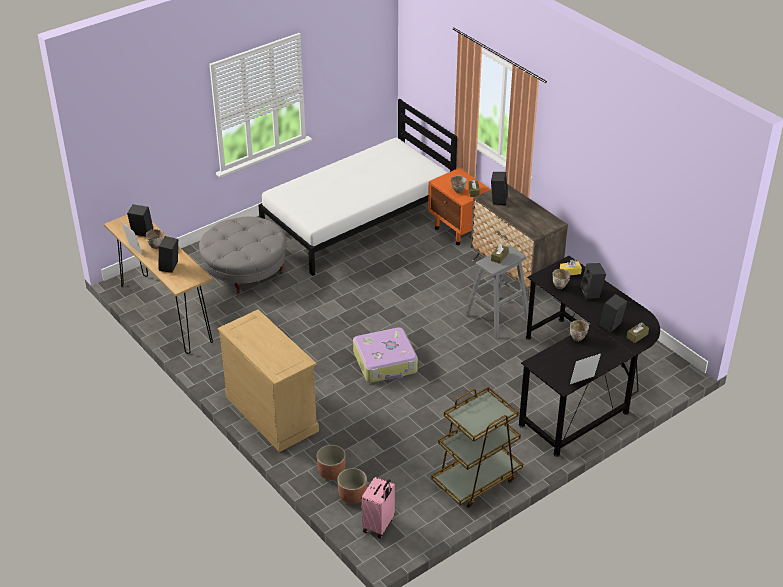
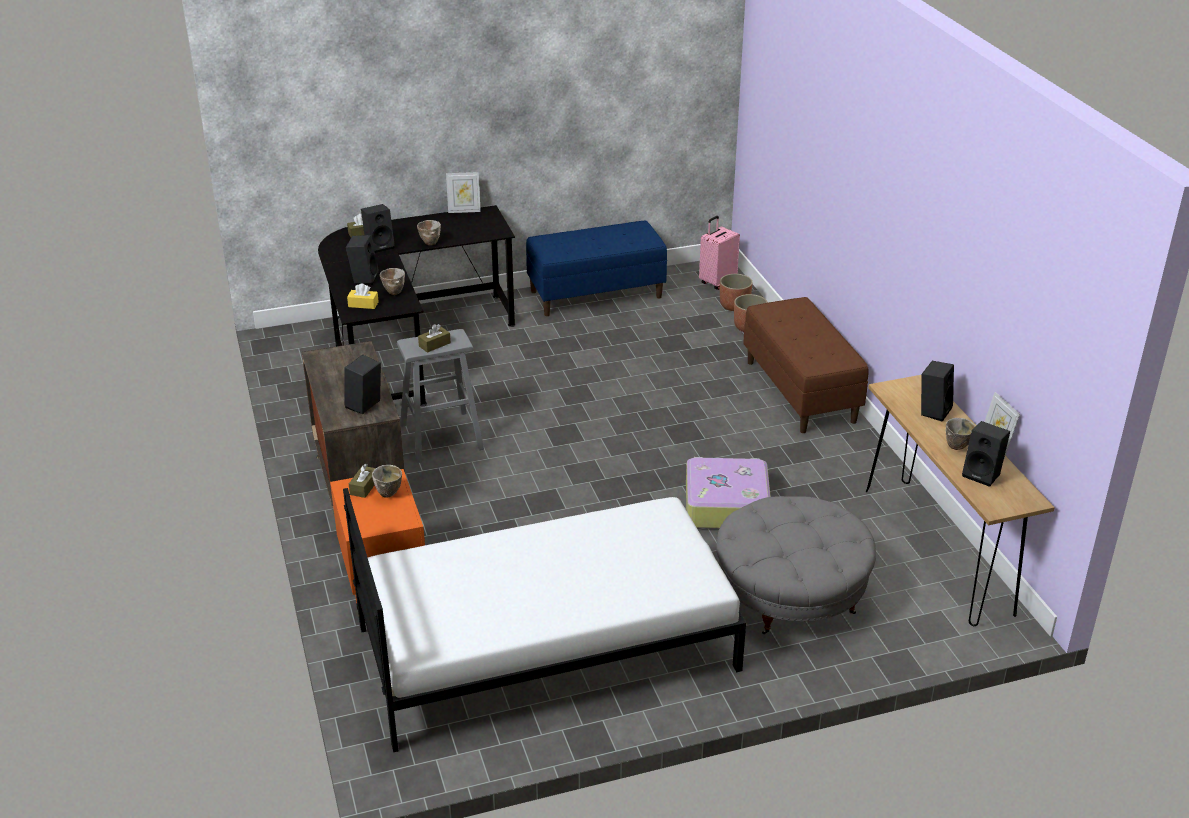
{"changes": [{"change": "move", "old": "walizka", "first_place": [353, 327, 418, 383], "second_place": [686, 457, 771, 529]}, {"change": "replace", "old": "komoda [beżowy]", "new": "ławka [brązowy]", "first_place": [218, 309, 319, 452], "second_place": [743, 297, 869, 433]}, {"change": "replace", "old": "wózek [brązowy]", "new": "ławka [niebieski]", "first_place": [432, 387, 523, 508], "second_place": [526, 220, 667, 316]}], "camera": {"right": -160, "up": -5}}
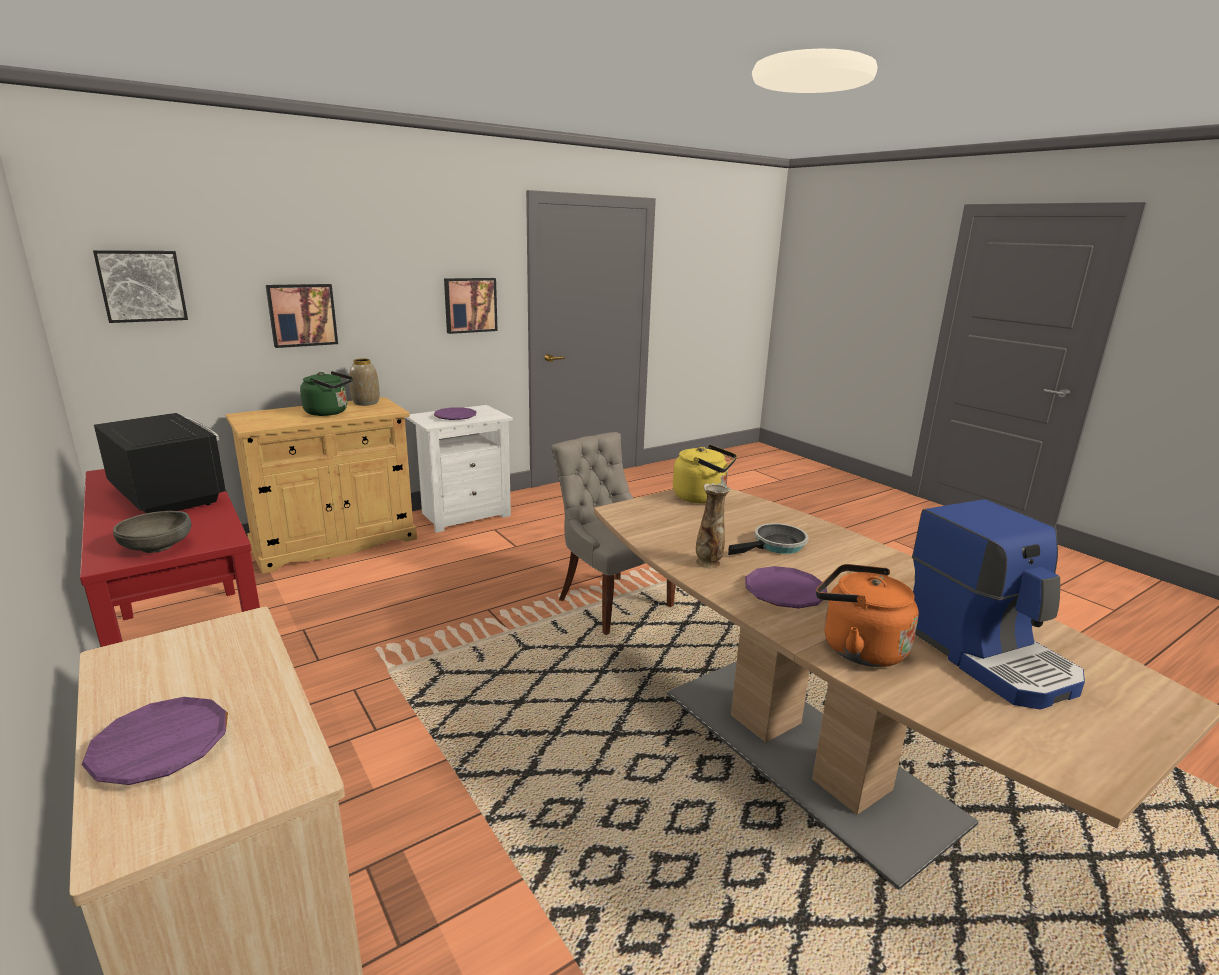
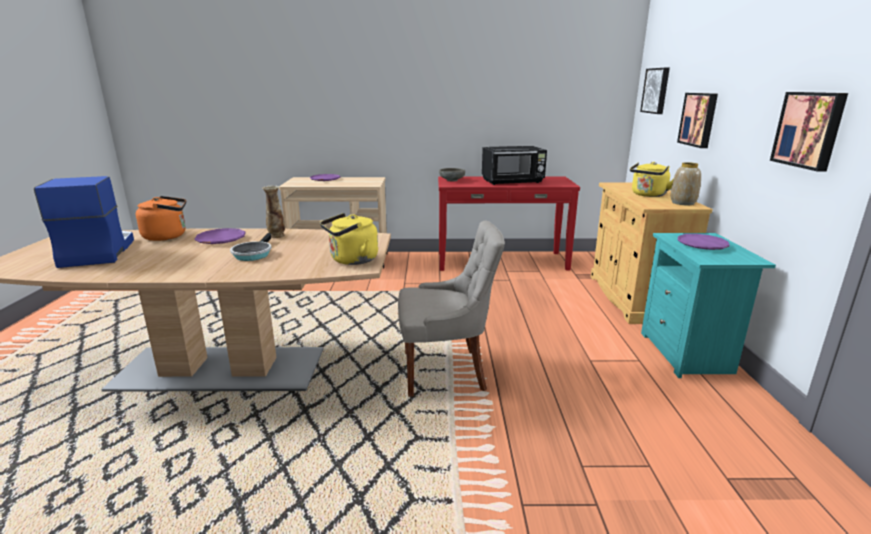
{"changes": [{"change": "recolor", "old": "czajnik [zielony]", "new": "czajnik [żółty]", "first_place": [300, 371, 353, 416], "second_place": [630, 162, 674, 197]}, {"change": "recolor", "old": "szafka nocna [biały]", "new": "szafka nocna [turkusowy]", "first_place": [405, 405, 513, 533], "second_place": [641, 233, 776, 378]}, {"change": "rotate", "old": "ekspres do kawy", "first_place": [912, 499, 1085, 710], "second_place": [34, 176, 134, 268], "degrees": 60}], "camera": {"right": 125, "up": 0}}
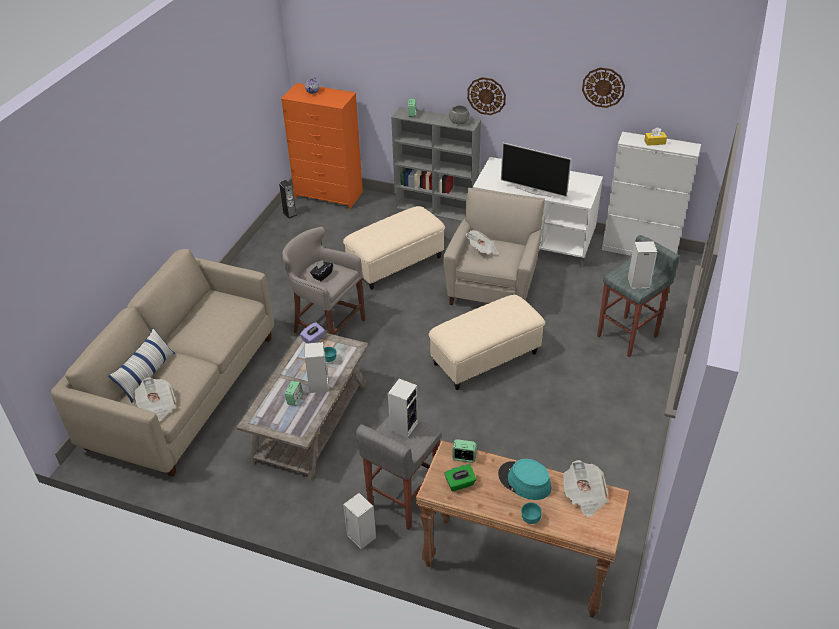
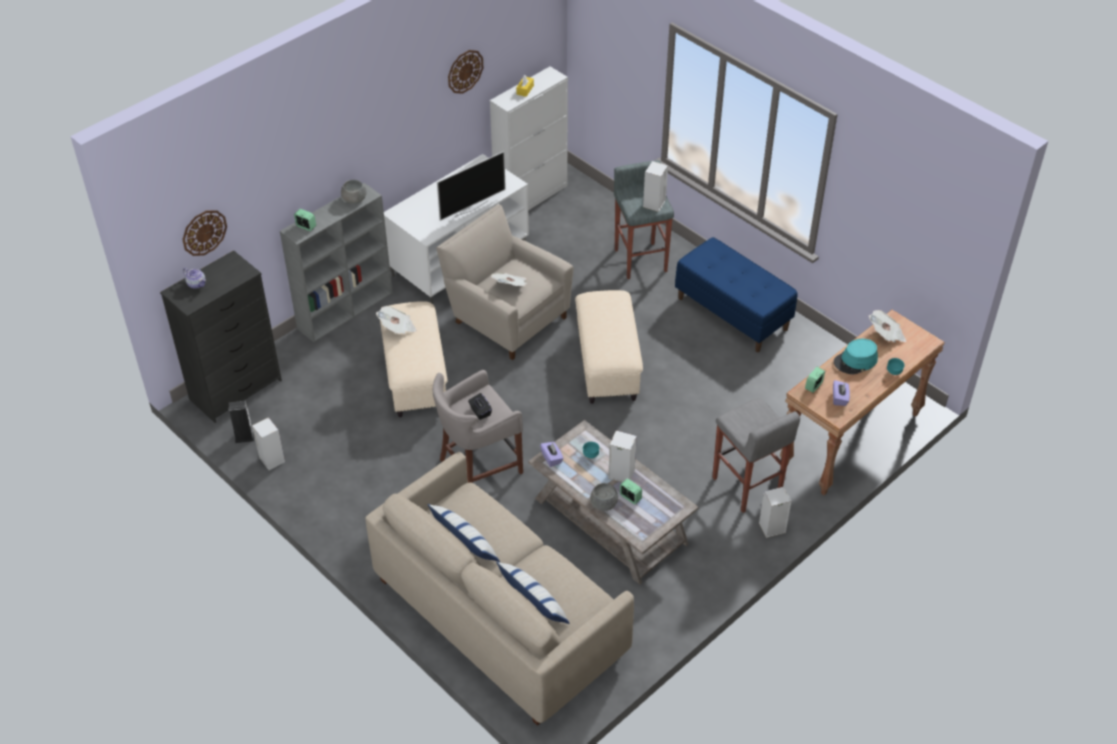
{"changes": [{"change": "insert", "new": "poduszka", "second_place": [428, 504, 500, 562]}, {"change": "insert", "new": "miska [szary]", "second_place": [590, 483, 618, 511]}, {"change": "insert", "new": "ławka [niebieski]", "second_place": [675, 237, 797, 352]}, {"change": "move", "old": "gazeta", "first_place": [135, 377, 176, 421], "second_place": [376, 306, 417, 334]}, {"change": "move", "old": "głośnik", "first_place": [388, 379, 419, 438], "second_place": [252, 417, 285, 470]}, {"change": "move", "old": "zegar ścienny", "first_place": [467, 77, 506, 115], "second_place": [182, 210, 227, 256]}, {"change": "recolor", "old": "komoda [pomarańczowy]", "new": "komoda [czarny]", "first_place": [281, 83, 363, 209], "second_place": [160, 250, 282, 423]}, {"change": "recolor", "old": "pudełko chusteczek [zielony]", "new": "pudełko chusteczek [fioletowy]", "first_place": [444, 464, 476, 491], "second_place": [833, 380, 850, 406]}], "camera": {"right": -65, "up": 5}}
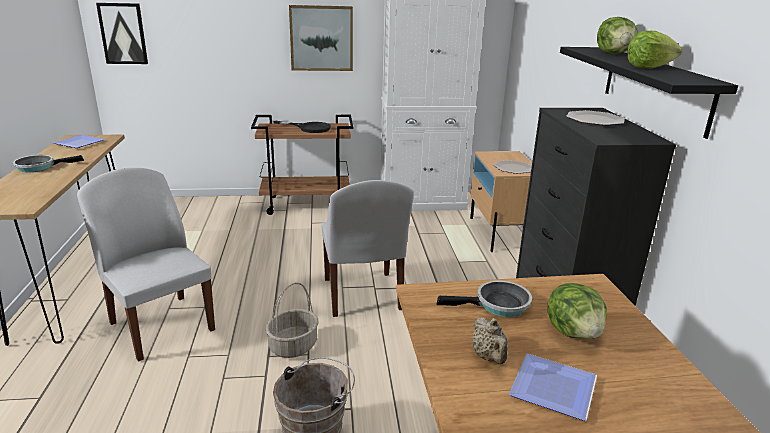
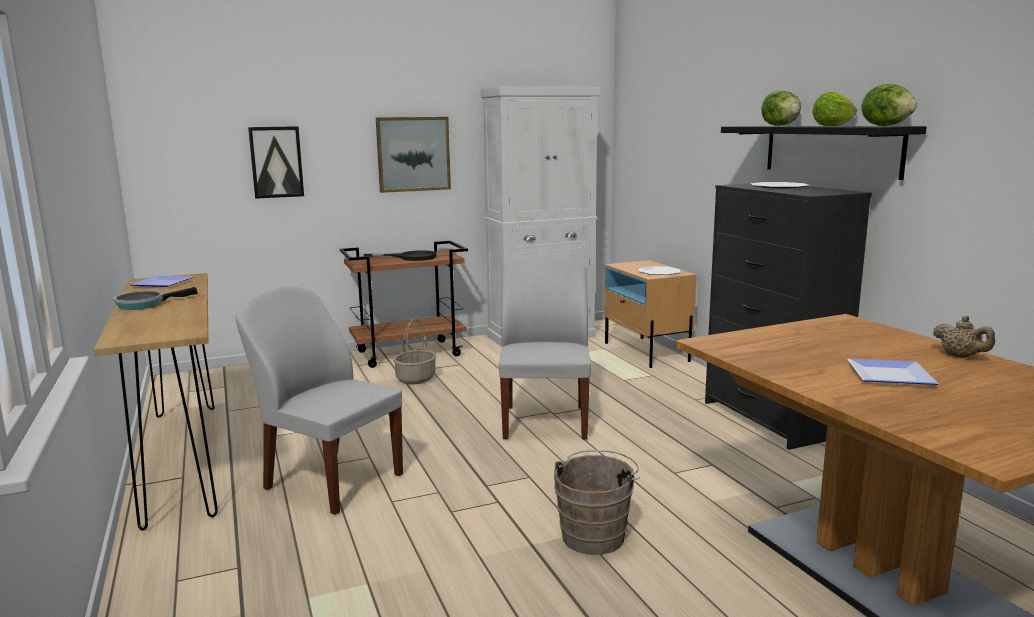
{"changes": [{"change": "delete", "old": "patelnia", "first_place": [436, 280, 532, 317]}, {"change": "move", "old": "obraz", "first_place": [96, 3, 148, 64], "second_place": [248, 126, 304, 199]}, {"change": "move", "old": "koszyk", "first_place": [266, 282, 318, 358], "second_place": [393, 319, 436, 385]}, {"change": "move", "old": "imbryk [beżowy]", "first_place": [472, 317, 508, 364], "second_place": [933, 316, 995, 357]}, {"change": "move", "old": "sałata", "first_place": [548, 283, 607, 339], "second_place": [862, 84, 917, 126]}, {"change": "rotate", "old": "krzesło [biały]", "first_place": [321, 180, 414, 317], "second_place": [499, 253, 591, 440], "degrees": -150}], "camera": {"right": -15, "up": -10}}
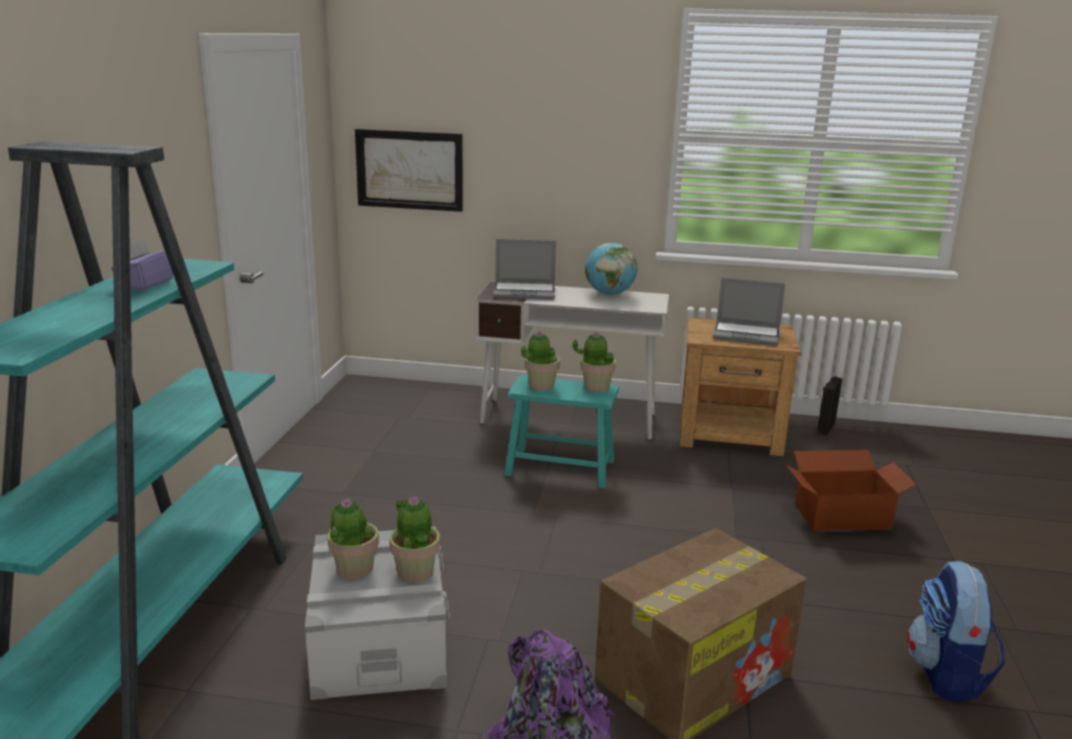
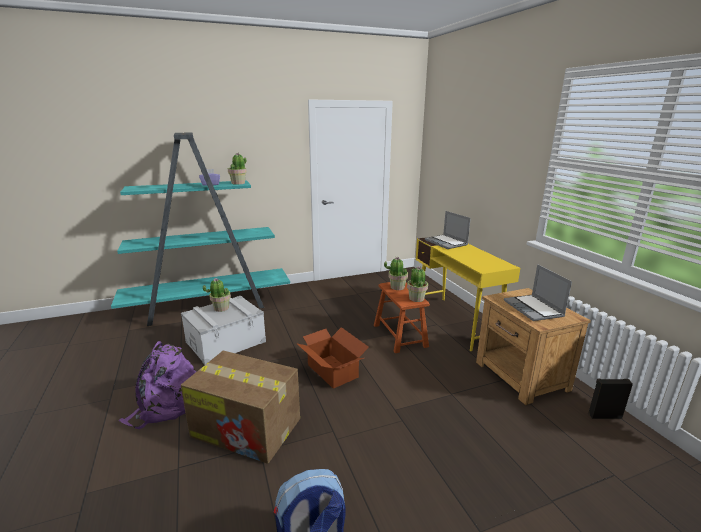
{"changes": [{"change": "delete", "old": "obraz", "first_place": [355, 129, 463, 212]}, {"change": "delete", "old": "globus", "first_place": [585, 243, 637, 295]}, {"change": "move", "old": "roślina doniczkowa", "first_place": [389, 495, 440, 582], "second_place": [228, 153, 247, 185]}, {"change": "move", "old": "karton", "first_place": [785, 450, 916, 531], "second_place": [296, 327, 369, 389]}, {"change": "recolor", "old": "biurko [biały]", "new": "biurko [żółty]", "first_place": [475, 281, 669, 439], "second_place": [416, 237, 520, 351]}, {"change": "recolor", "old": "stołek [turkusowy]", "new": "stołek [brązowy]", "first_place": [504, 375, 619, 489], "second_place": [374, 282, 430, 353]}], "camera": {"right": 60, "up": 0}}
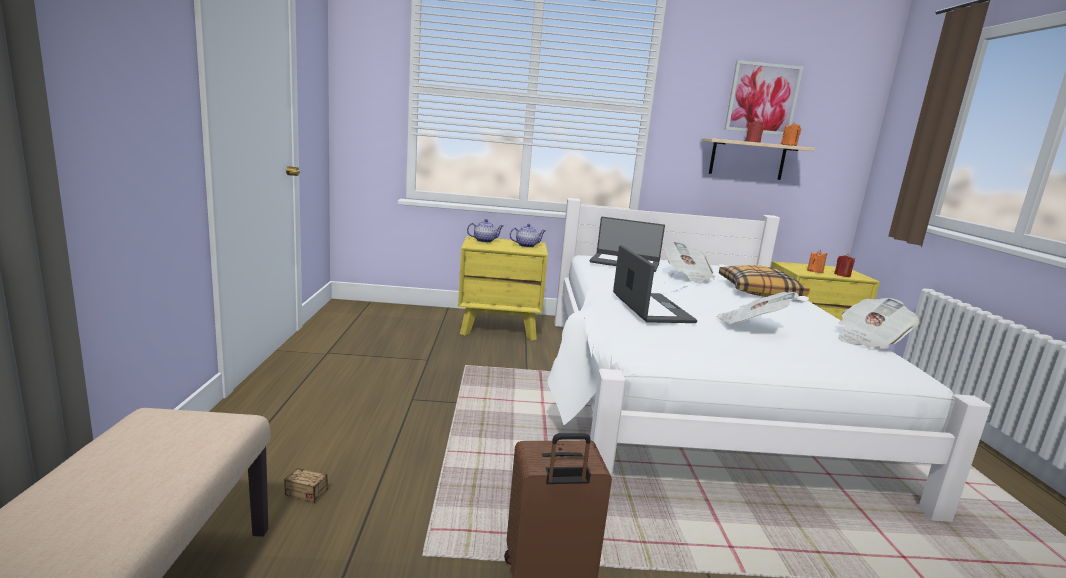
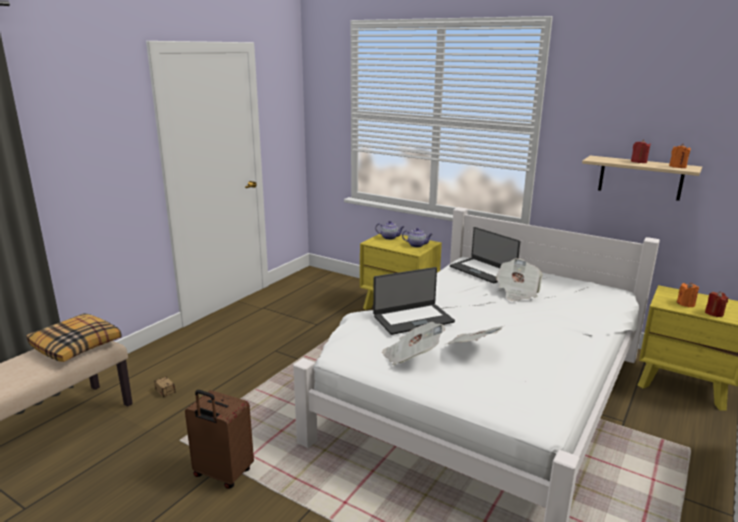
{"changes": [{"change": "delete", "old": "obraz", "first_place": [725, 60, 803, 135]}, {"change": "move", "old": "poduszka", "first_place": [719, 265, 810, 297], "second_place": [26, 313, 122, 362]}, {"change": "move", "old": "gazeta", "first_place": [838, 298, 919, 349], "second_place": [382, 322, 445, 366]}, {"change": "rotate", "old": "laptop", "first_place": [613, 245, 698, 323], "second_place": [373, 267, 455, 335], "degrees": 45}], "camera": {"right": 35, "up": 5}}
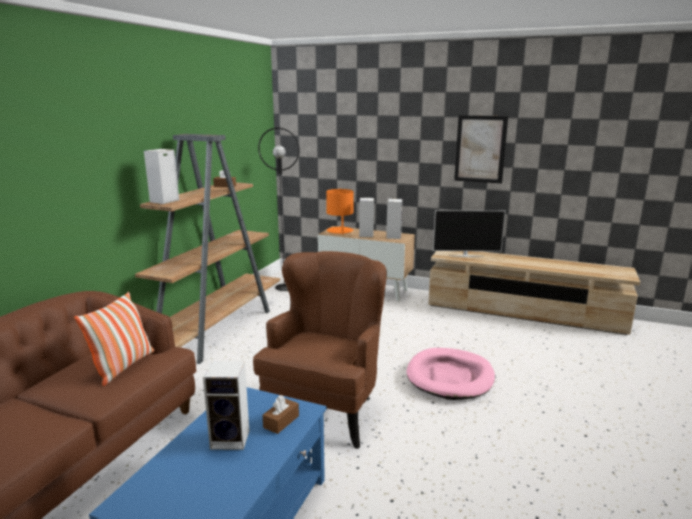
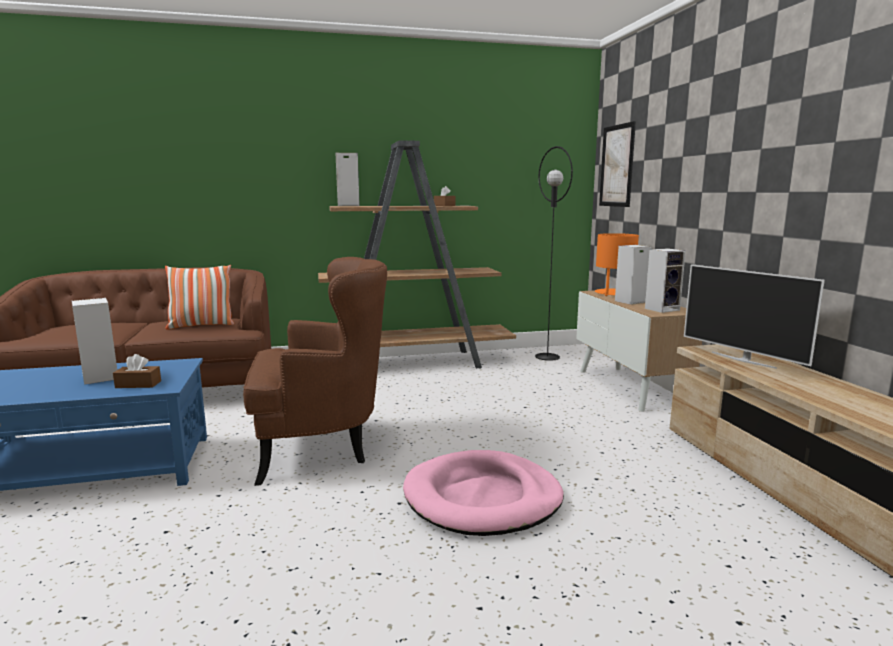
{"changes": [{"change": "move", "old": "obraz", "first_place": [454, 115, 508, 183], "second_place": [599, 121, 636, 207]}], "camera": {"right": 55, "up": -5}}
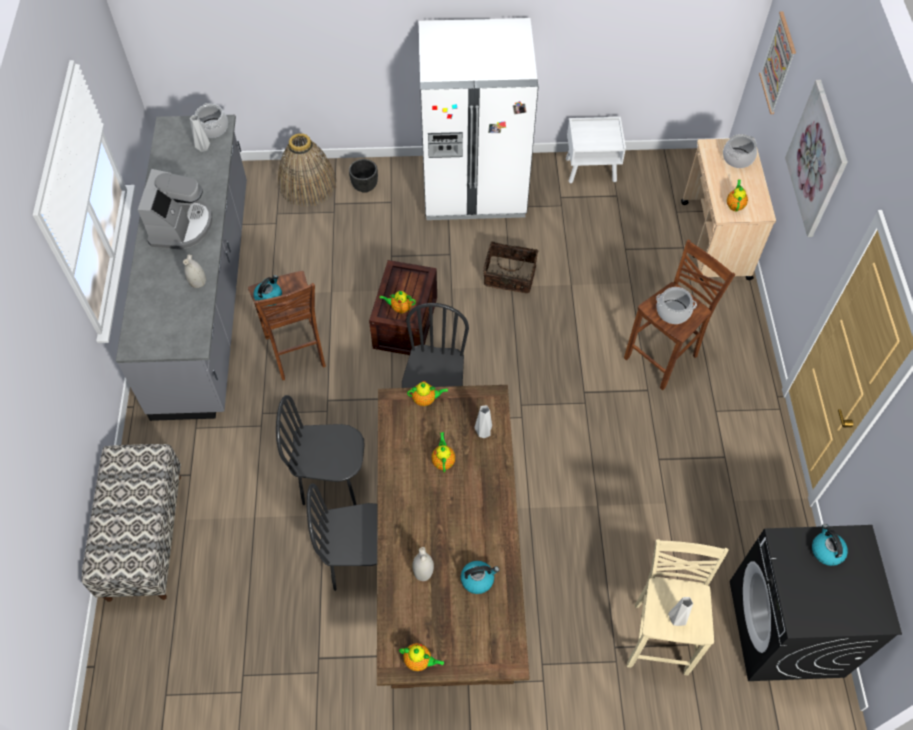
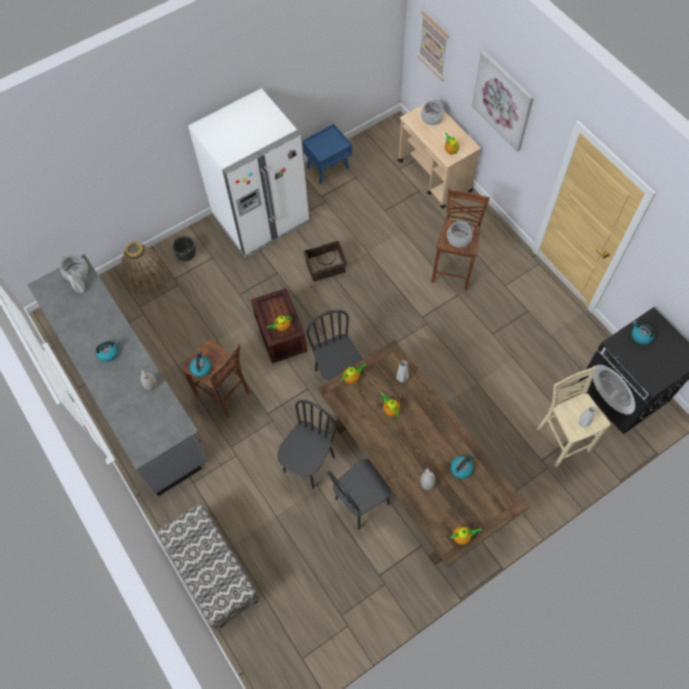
{"changes": [{"change": "replace", "old": "ekspres do kawy", "new": "czajnik", "first_place": [138, 169, 212, 249], "second_place": [96, 341, 119, 362]}, {"change": "recolor", "old": "szafka nocna [biały]", "new": "szafka nocna [niebieski]", "first_place": [566, 117, 626, 183], "second_place": [302, 124, 352, 184]}, {"change": "rotate", "old": "krzesło [czarny]", "first_place": [276, 395, 364, 505], "second_place": [278, 400, 337, 489], "degrees": 150}], "camera": {"right": -30, "up": 5}}
